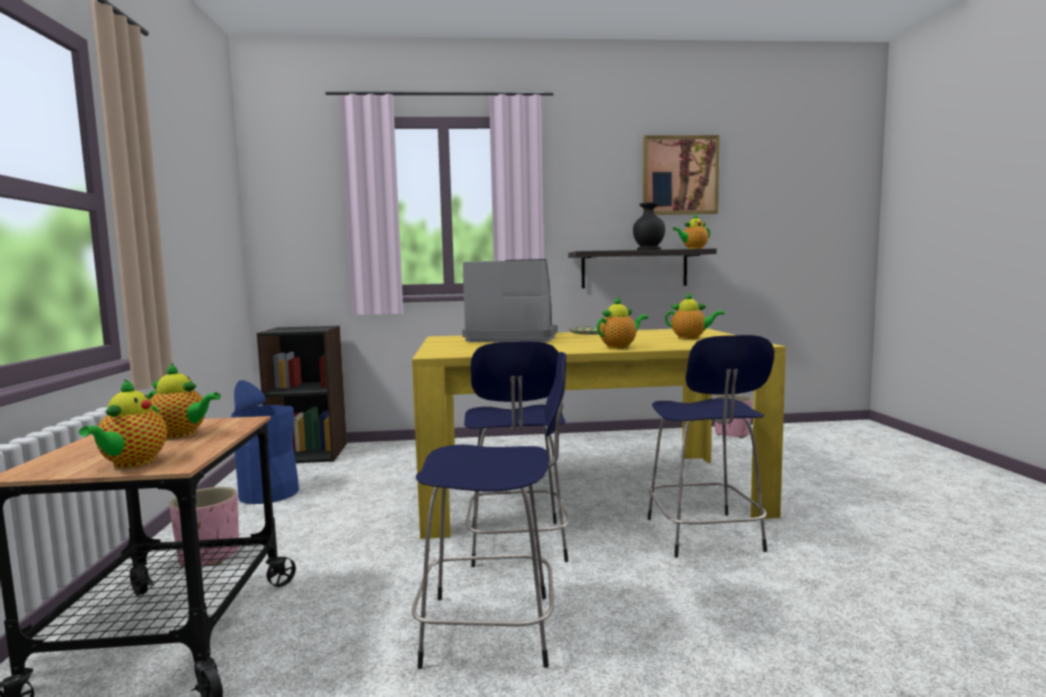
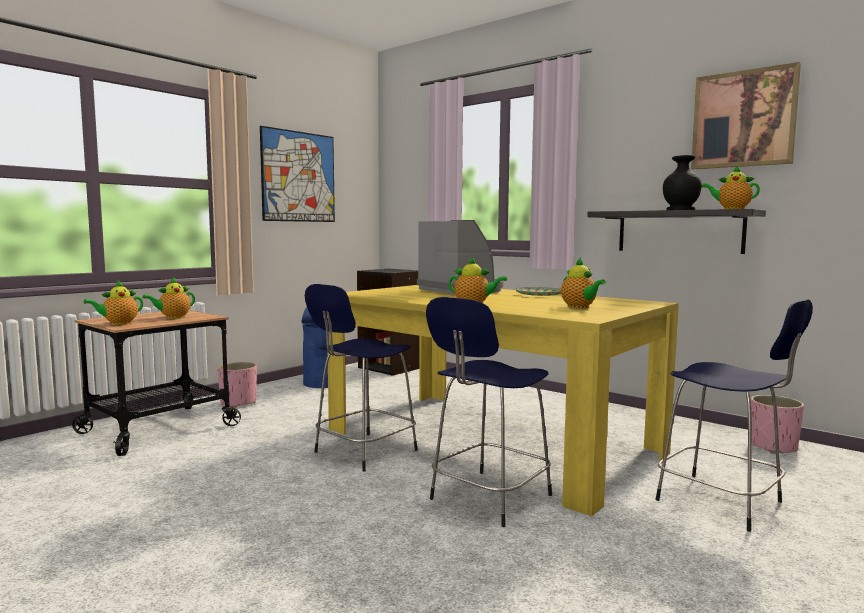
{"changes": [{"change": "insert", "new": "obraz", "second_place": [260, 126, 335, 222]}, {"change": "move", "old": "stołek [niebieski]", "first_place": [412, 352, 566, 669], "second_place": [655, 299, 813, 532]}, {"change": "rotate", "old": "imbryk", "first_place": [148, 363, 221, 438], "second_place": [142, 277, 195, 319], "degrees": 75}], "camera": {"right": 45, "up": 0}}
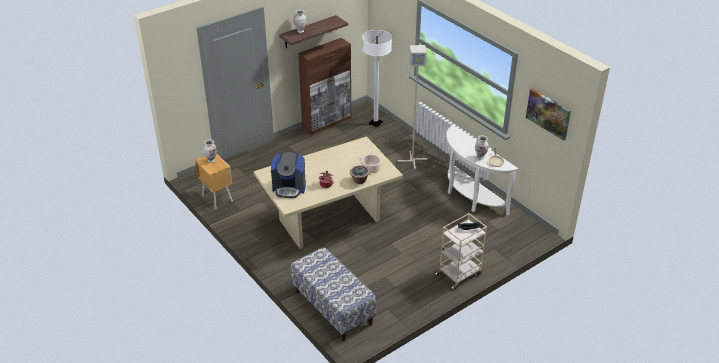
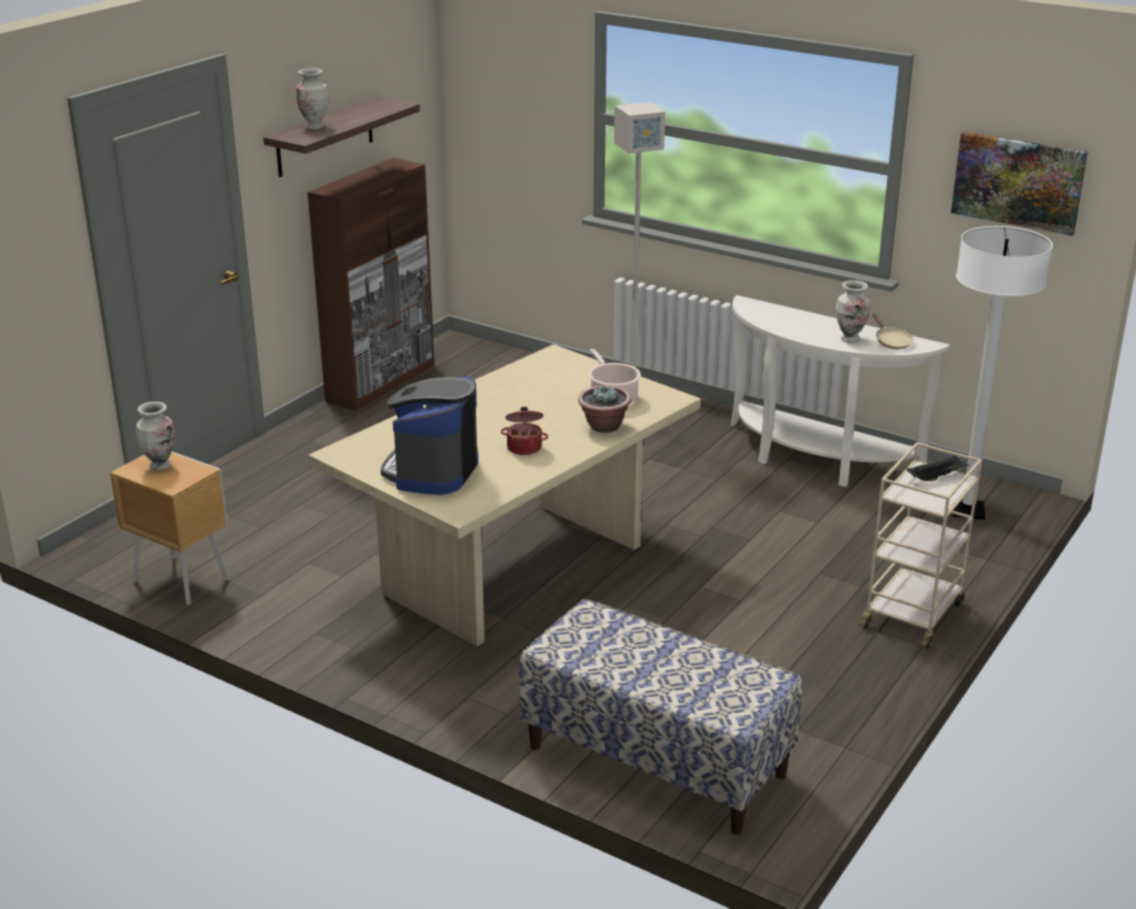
{"changes": [{"change": "move", "old": "lampa stojąca [biały]", "first_place": [362, 30, 392, 127], "second_place": [952, 226, 1053, 520]}, {"change": "rotate", "old": "ekspres do kawy", "first_place": [271, 151, 306, 198], "second_place": [381, 377, 478, 495], "degrees": 120}], "camera": {"right": -20, "up": -10}}
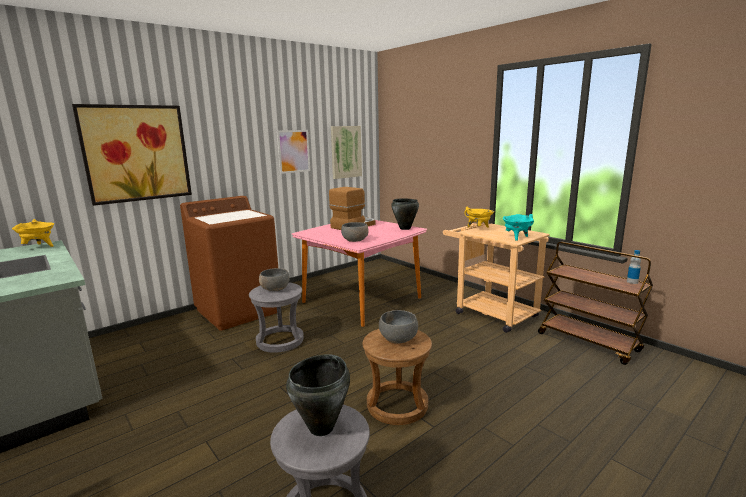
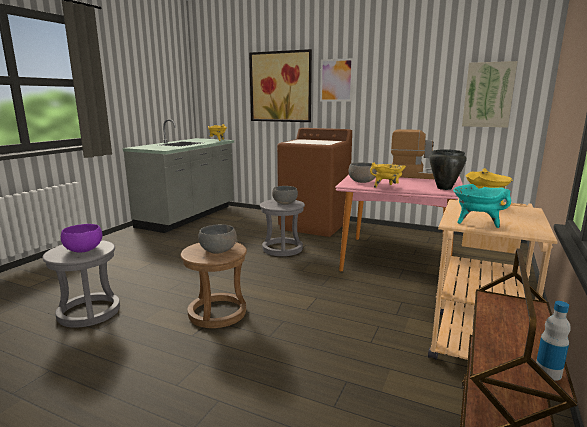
{"changes": [{"change": "insert", "new": "garnek [żółty]", "second_place": [370, 163, 406, 188]}, {"change": "move", "old": "obraz", "first_place": [277, 130, 310, 174], "second_place": [320, 58, 354, 102]}, {"change": "replace", "old": "garnek [czarny]", "new": "miska [fioletowy]", "first_place": [286, 354, 350, 436], "second_place": [61, 224, 102, 253]}], "camera": {"right": 65, "up": 0}}
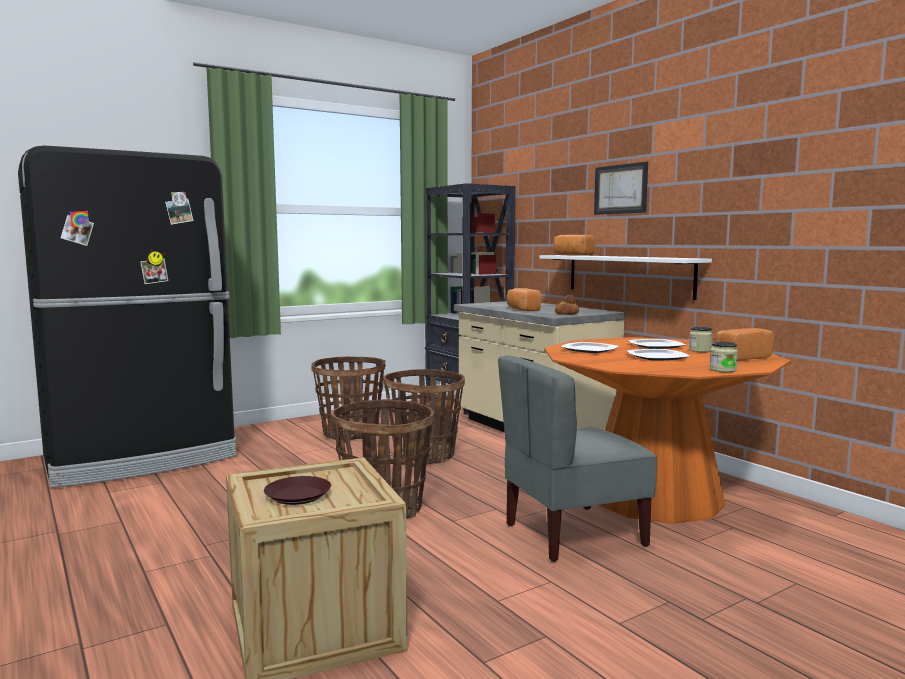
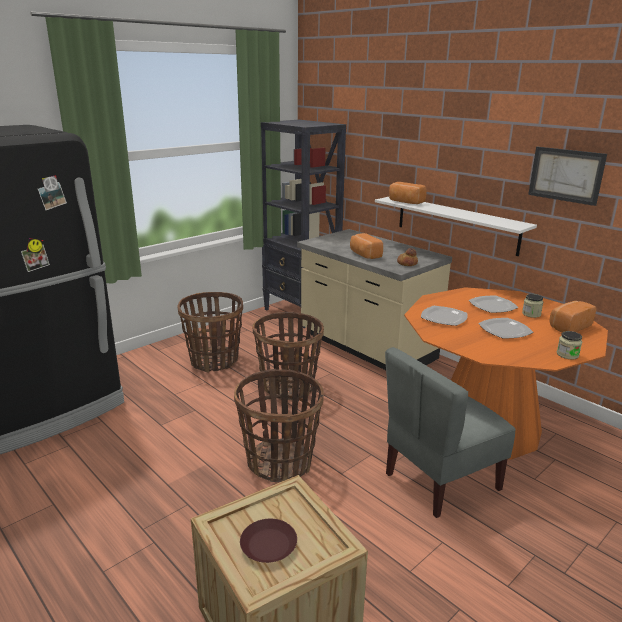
{"changes": [{"change": "move", "old": "obraz", "first_place": [594, 162, 648, 215], "second_place": [528, 147, 607, 206]}], "camera": {"right": -10, "up": 15}}
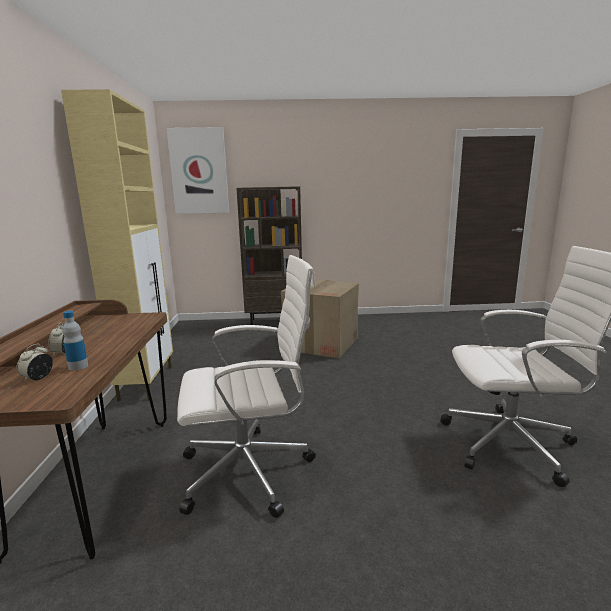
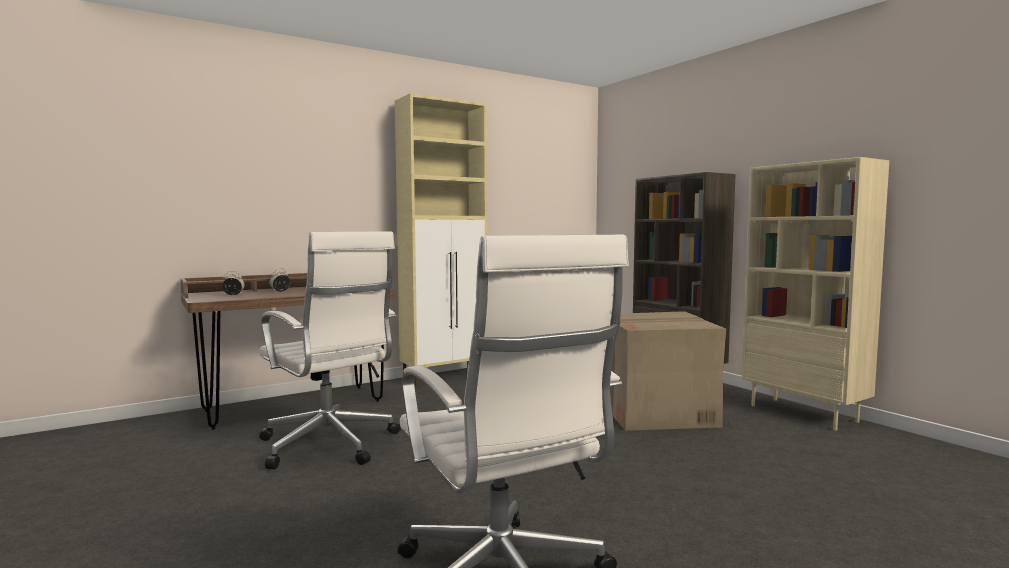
{"changes": [{"change": "delete", "old": "butelka", "first_place": [62, 311, 88, 371]}, {"change": "delete", "old": "obraz", "first_place": [167, 127, 229, 214]}, {"change": "insert", "new": "regał [beżowy]", "second_place": [742, 157, 889, 431]}], "camera": {"right": 60, "up": -10}}
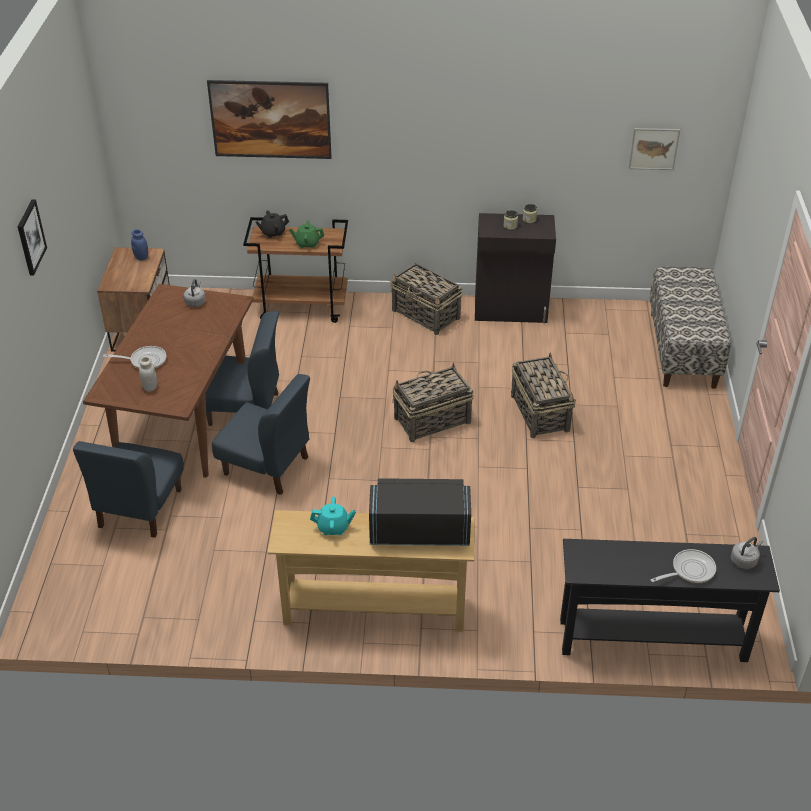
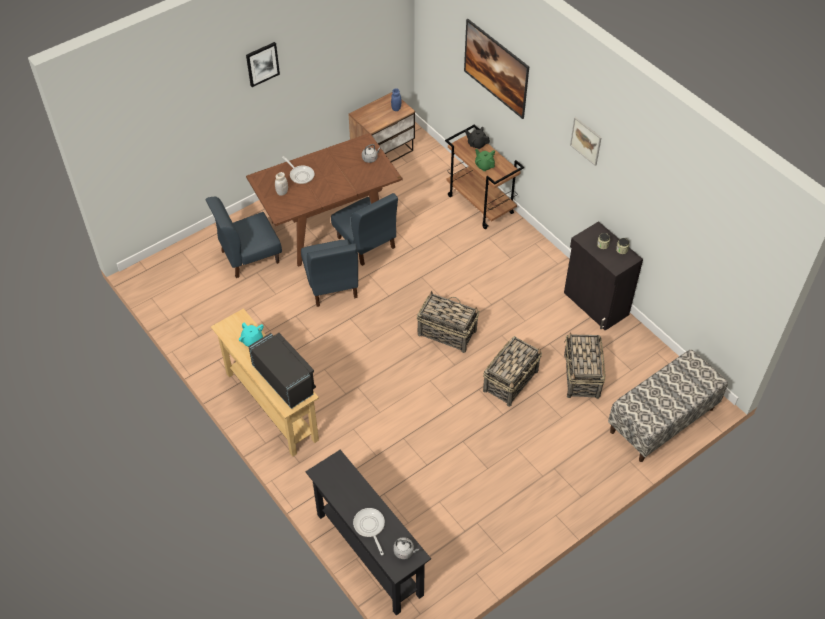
{"changes": [{"change": "move", "old": "koszyk", "first_place": [390, 263, 462, 335], "second_place": [564, 332, 605, 399]}, {"change": "move", "old": "obraz", "first_place": [629, 128, 680, 170], "second_place": [570, 117, 602, 166]}, {"change": "rotate", "old": "patelnia", "first_place": [650, 549, 716, 583], "second_place": [353, 508, 385, 555], "degrees": -135}], "camera": {"right": 50, "up": 10}}
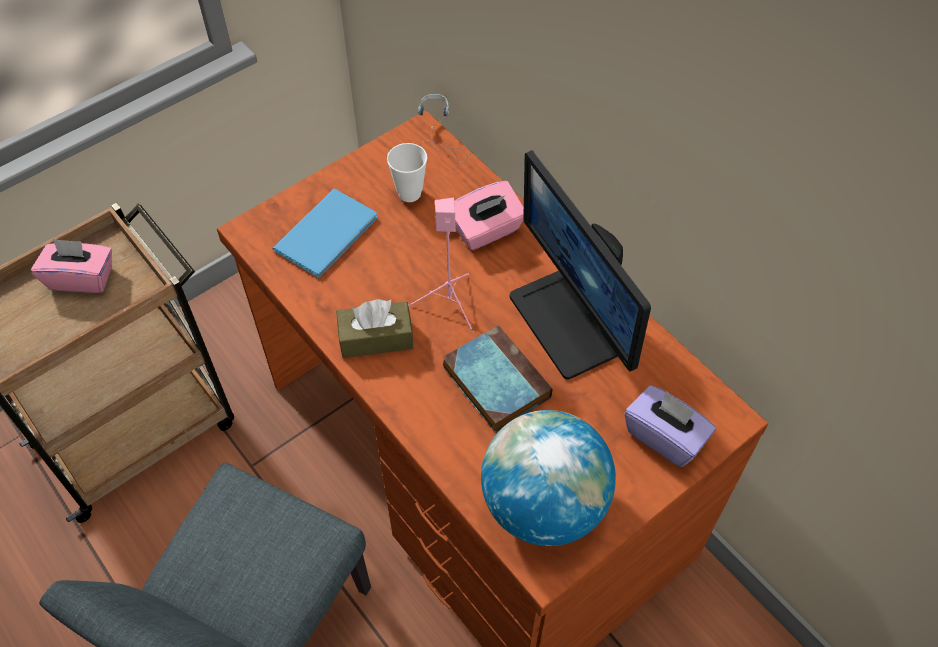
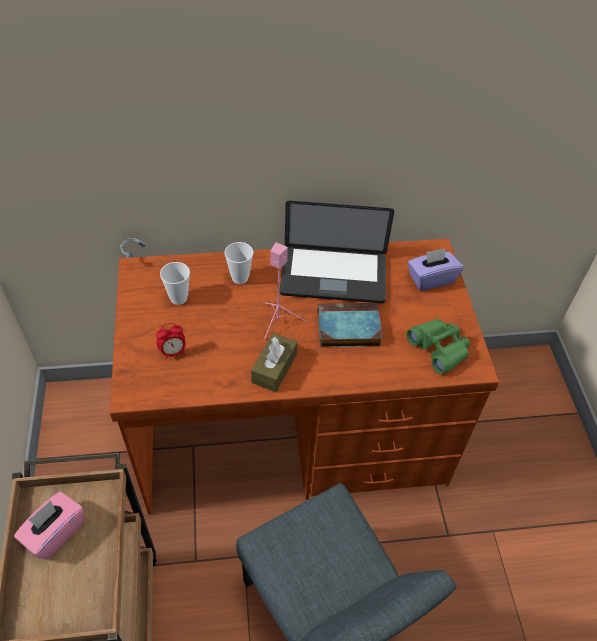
{"changes": [{"change": "replace", "old": "książka [niebieski]", "new": "budzik", "first_place": [272, 189, 377, 278], "second_place": [156, 323, 186, 360]}, {"change": "replace", "old": "pudełko chusteczek [różowy]", "new": "filiżanka", "first_place": [454, 181, 524, 250], "second_place": [225, 242, 253, 284]}, {"change": "replace", "old": "globus", "new": "lornetka [zielony]", "first_place": [481, 410, 616, 546], "second_place": [406, 319, 470, 374]}, {"change": "replace", "old": "monitor", "new": "laptop", "first_place": [510, 150, 651, 380], "second_place": [280, 201, 394, 303]}], "camera": {"right": -60, "up": -5}}
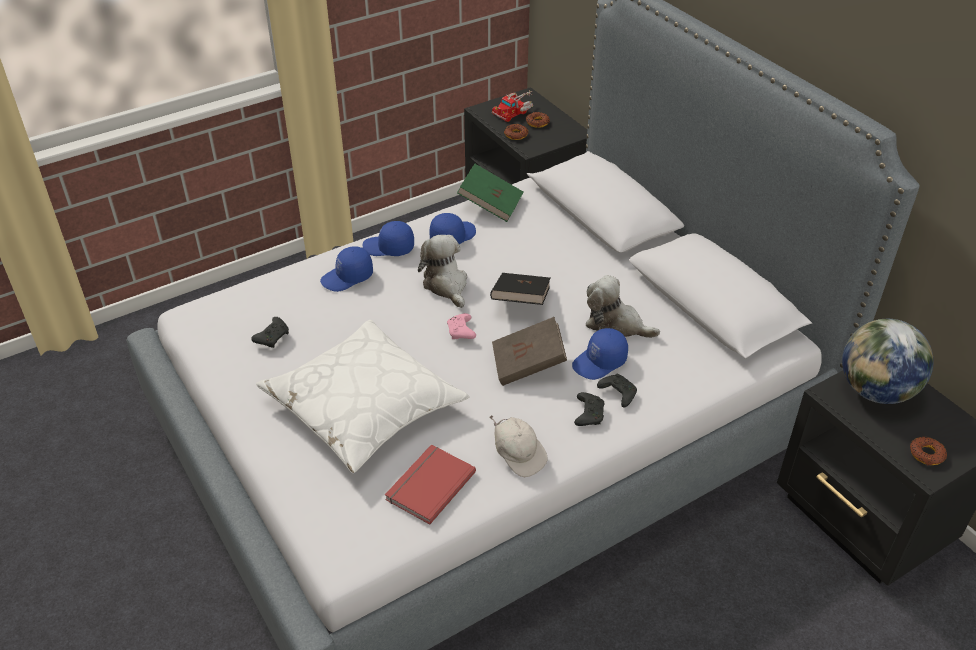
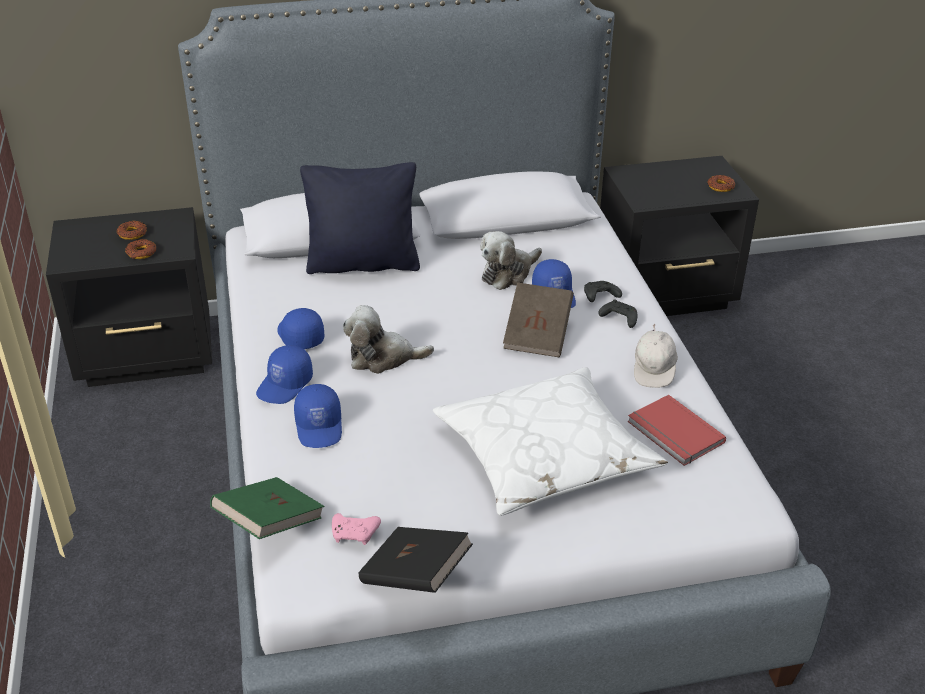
{"changes": [{"change": "delete", "old": "pad do gier [czarny]", "first_place": [251, 317, 289, 348]}, {"change": "delete", "old": "ciężarówka zabawkowa", "first_place": [492, 90, 533, 122]}, {"change": "delete", "old": "globus", "first_place": [842, 319, 934, 404]}, {"change": "insert", "new": "poduszka [czarny]", "second_place": [300, 162, 420, 274]}, {"change": "move", "old": "pad do gier [różowy]", "first_place": [447, 313, 476, 339], "second_place": [332, 513, 381, 545]}, {"change": "move", "old": "książka [zielony]", "first_place": [457, 164, 523, 222], "second_place": [210, 477, 324, 539]}, {"change": "move", "old": "książka [czarny]", "first_place": [490, 273, 551, 305], "second_place": [359, 527, 473, 593]}, {"change": "rotate", "old": "czapka z daszkiem [biały]", "first_place": [489, 415, 548, 477], "second_place": [634, 323, 678, 388], "degrees": 120}], "camera": {"right": -70, "up": -5}}
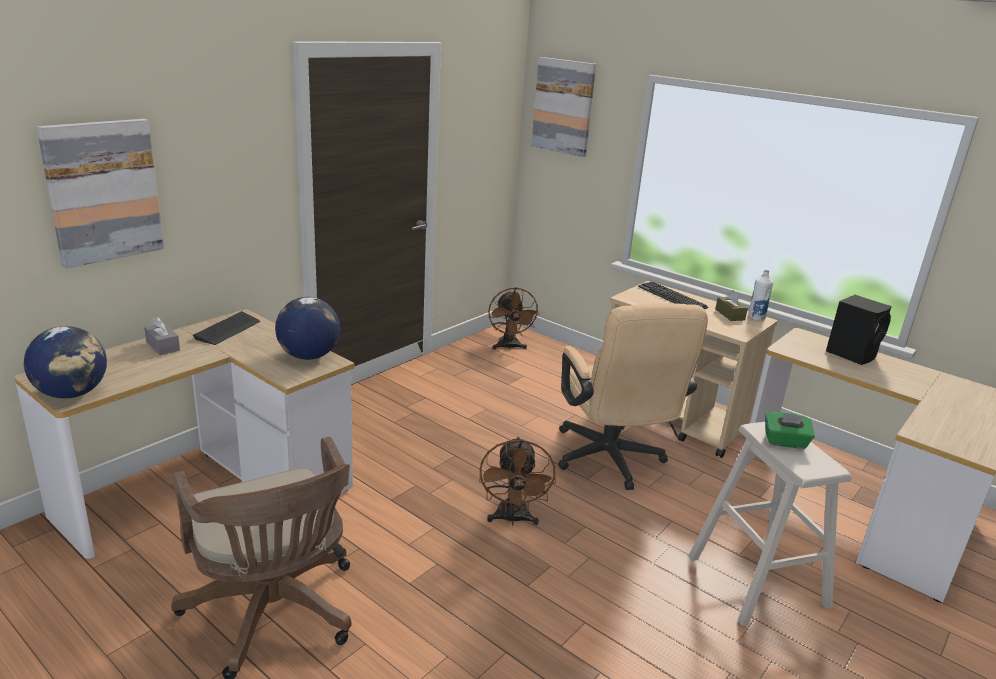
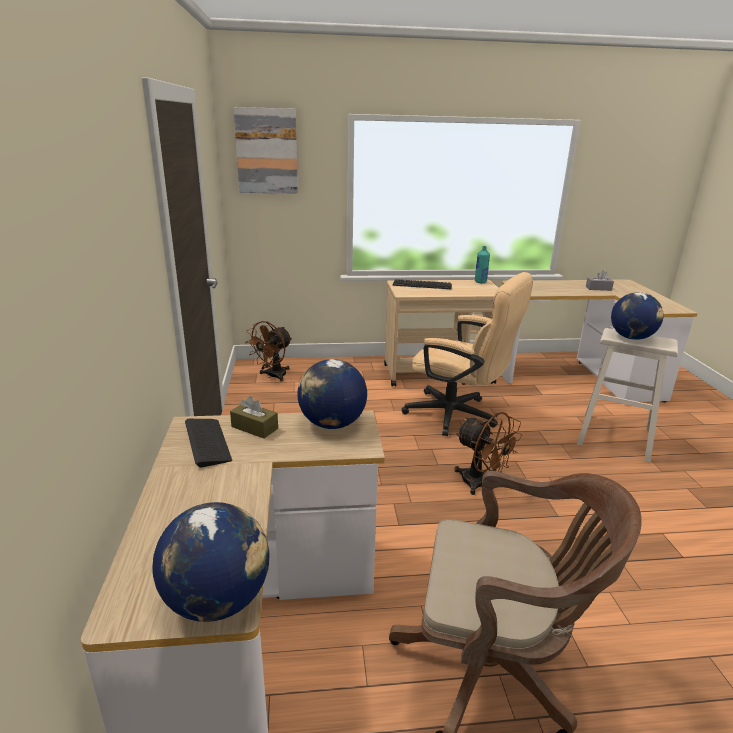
{"changes": [{"change": "delete", "old": "obraz", "first_place": [37, 119, 164, 268]}, {"change": "delete", "old": "głośnik [czarny]", "first_place": [826, 295, 892, 365]}, {"change": "move", "old": "pudełko chusteczek [szary]", "first_place": [144, 317, 180, 355], "second_place": [586, 270, 614, 291]}, {"change": "move", "old": "pudełko chusteczek [brązowy]", "first_place": [715, 290, 748, 321], "second_place": [230, 396, 278, 438]}, {"change": "replace", "old": "pudełko chusteczek [zielony]", "new": "globus", "first_place": [765, 412, 815, 449], "second_place": [611, 292, 664, 340]}, {"change": "recolor", "old": "butelka [biały]", "new": "butelka [turkusowy]", "first_place": [748, 270, 773, 321], "second_place": [475, 246, 490, 283]}, {"change": "rotate", "old": "wentylator [brązowy]", "first_place": [488, 287, 540, 350], "second_place": [245, 321, 292, 382], "degrees": 90}], "camera": {"right": -45, "up": 0}}
